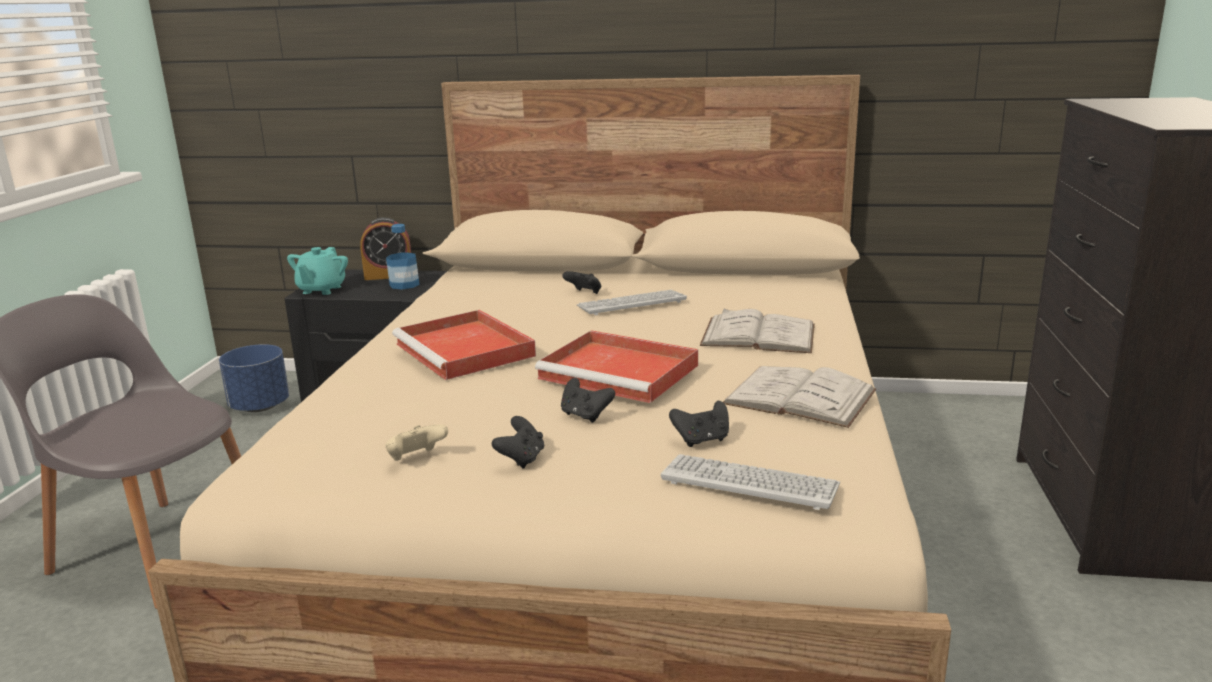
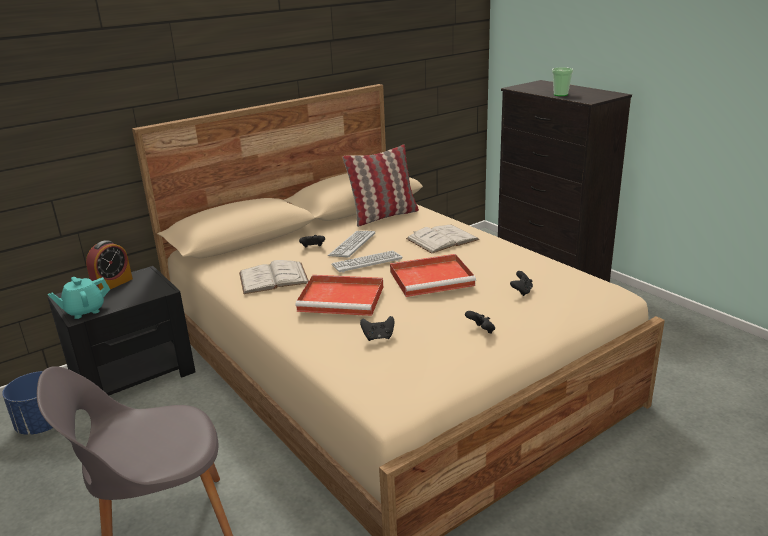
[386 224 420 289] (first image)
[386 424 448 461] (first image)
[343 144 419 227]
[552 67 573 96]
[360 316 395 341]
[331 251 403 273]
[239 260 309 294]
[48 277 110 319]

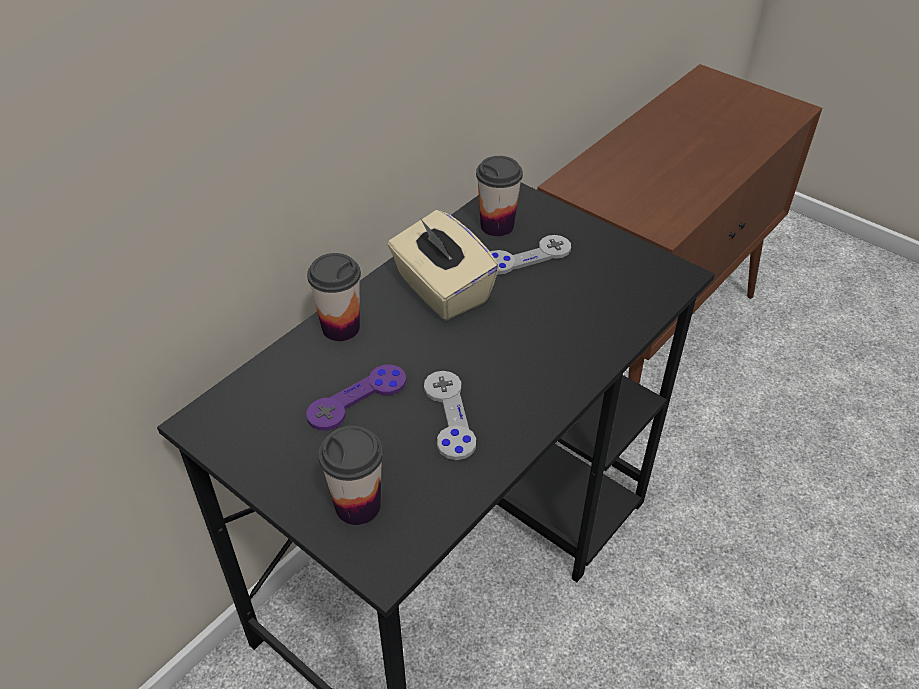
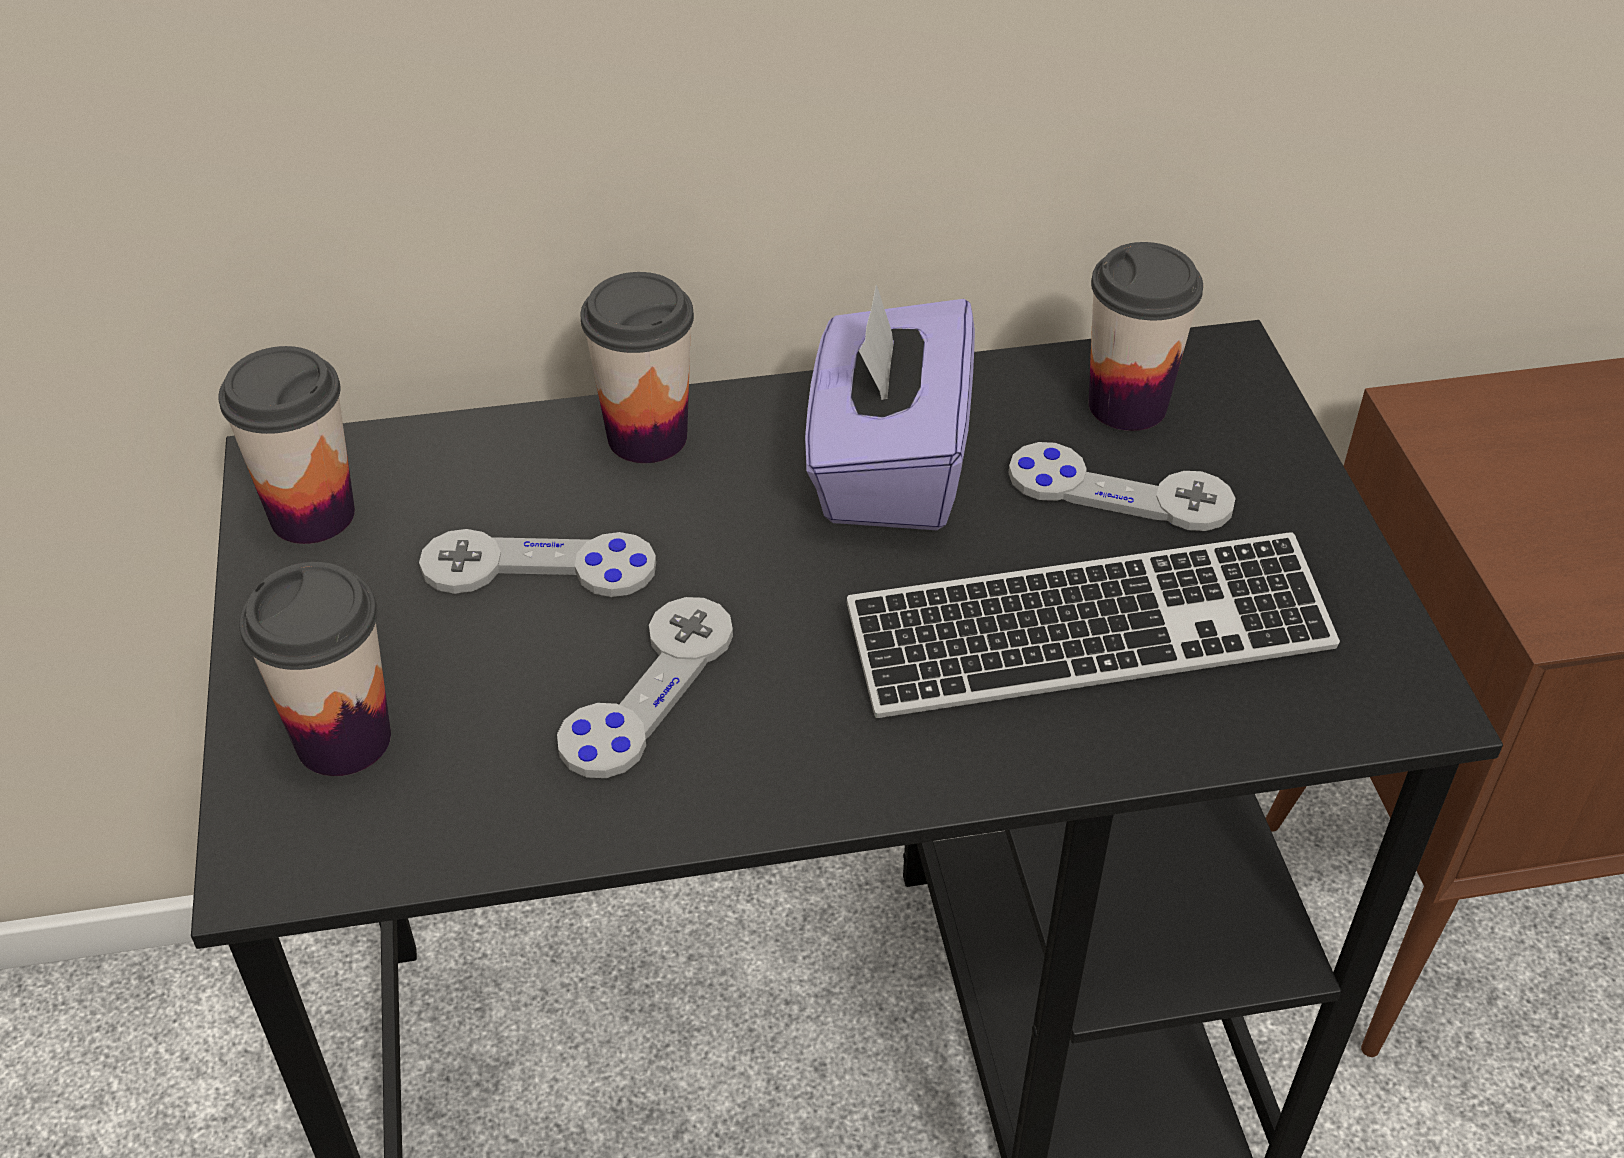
[218 346 355 544]
[847 532 1340 718]
[419 529 656 597]
[805 285 975 530]

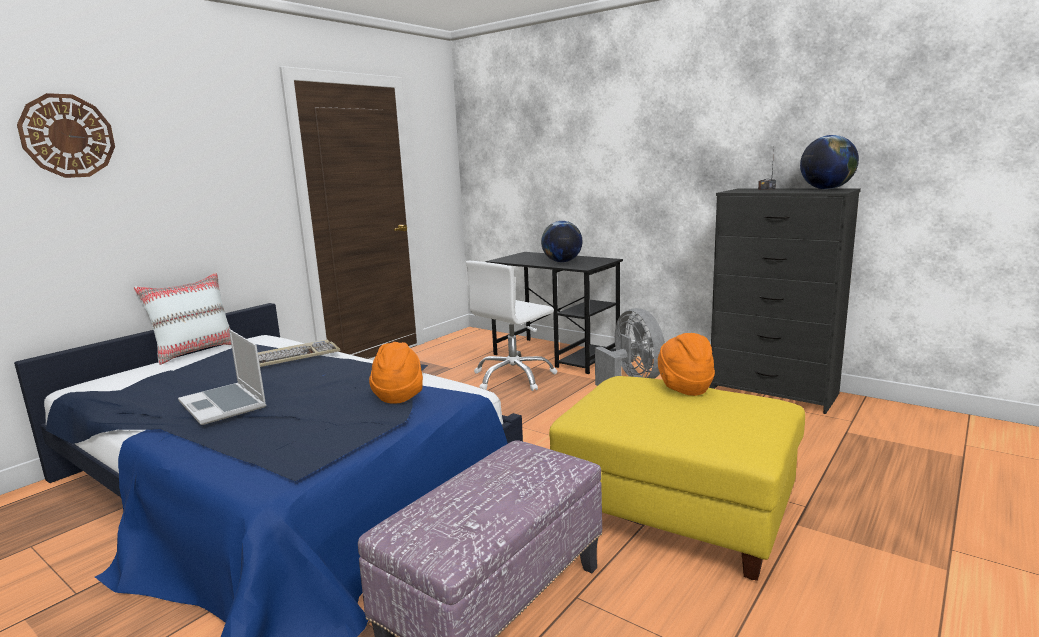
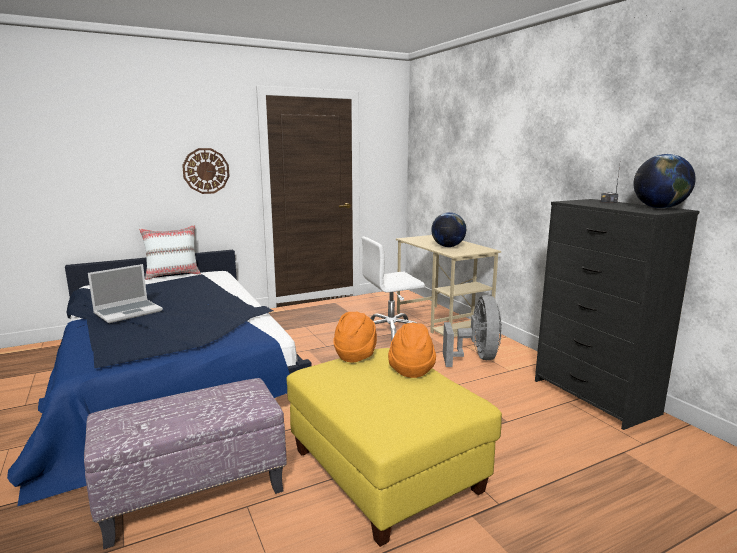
[258 340 340 367] (first image)
[182 148 230 194]
[333 312 377 363]
[396 235 501 337]
[88 264 163 323]

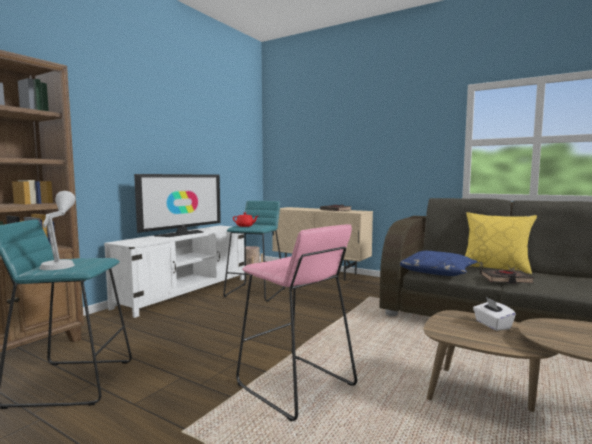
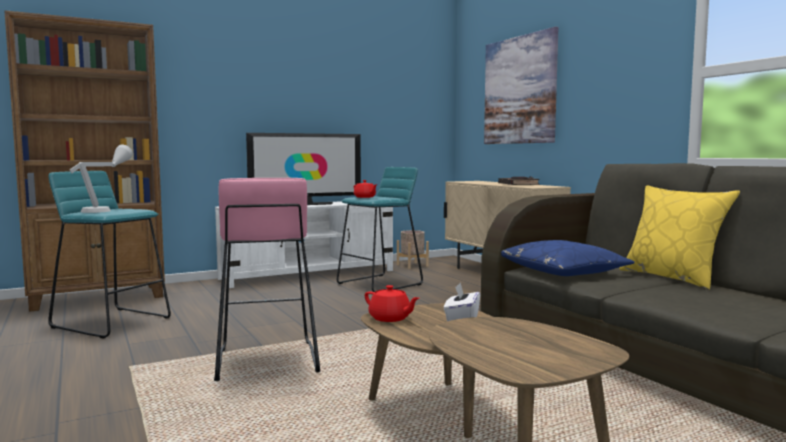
[480 269 534 284] (first image)
[365 285 419 322]
[484 27 559 144]

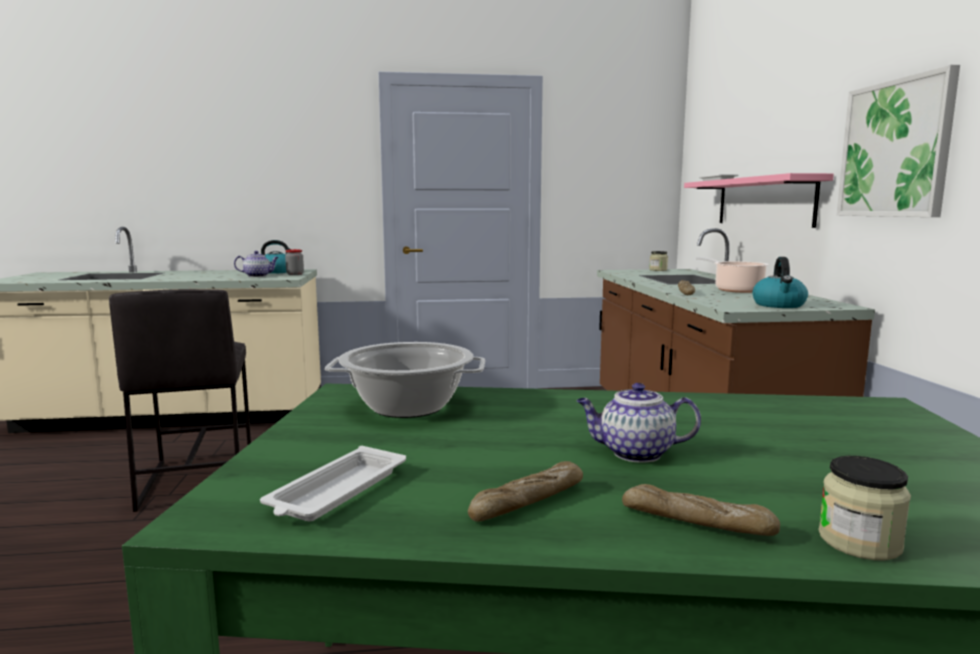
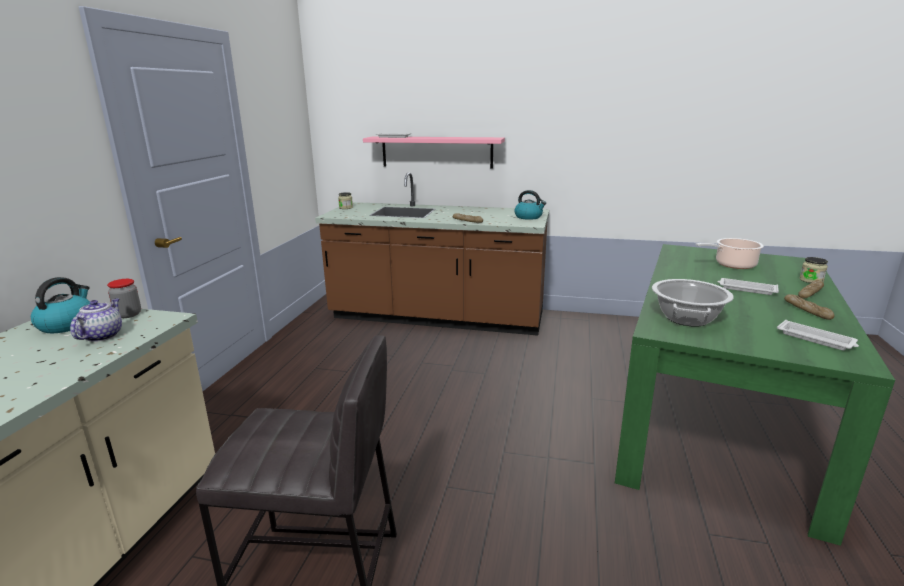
[837 65 960 217] (first image)
[696 238 764 269]
[717 278 779 295]

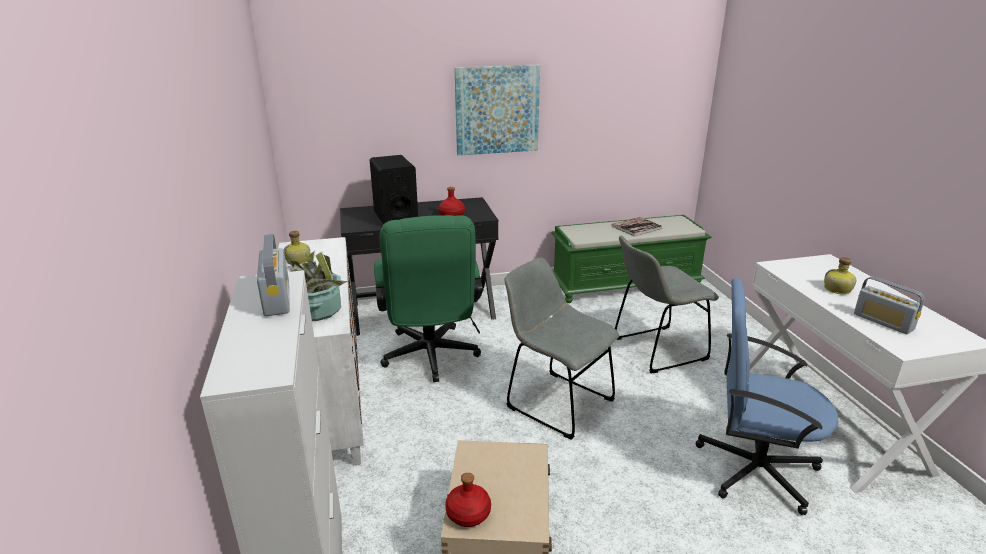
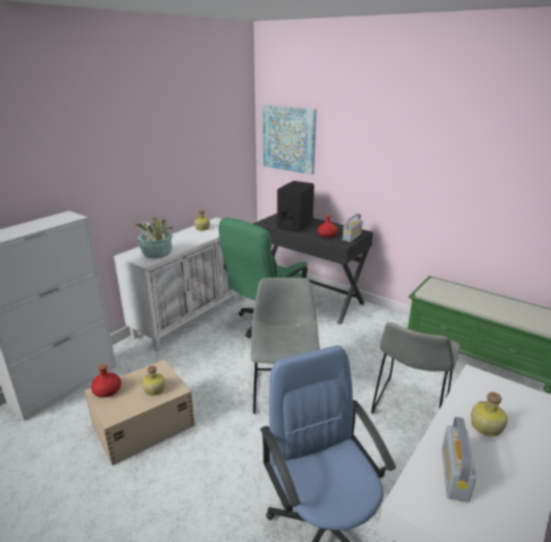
[611 217 662 237] (first image)
[142 366 165 396]
[343 214 363 242]
[263 105 316 174]
[371 322 460 413]

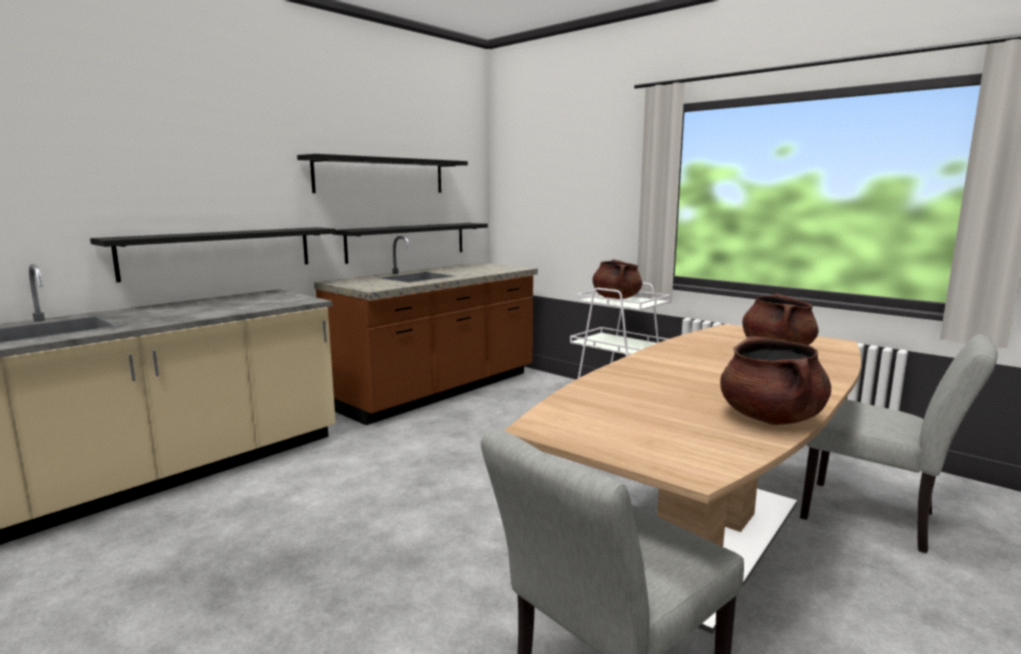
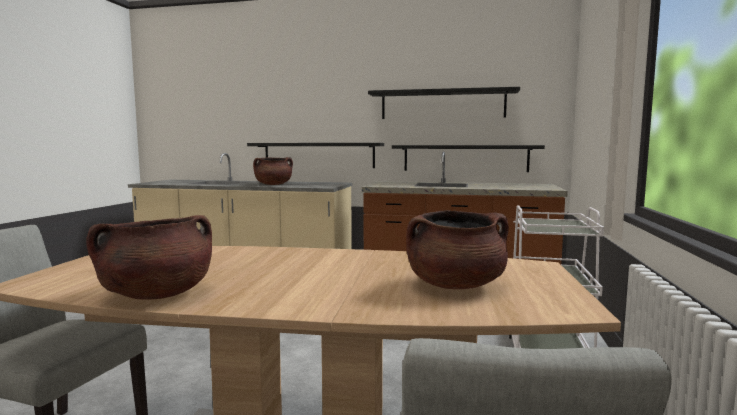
[253 157 293 185]

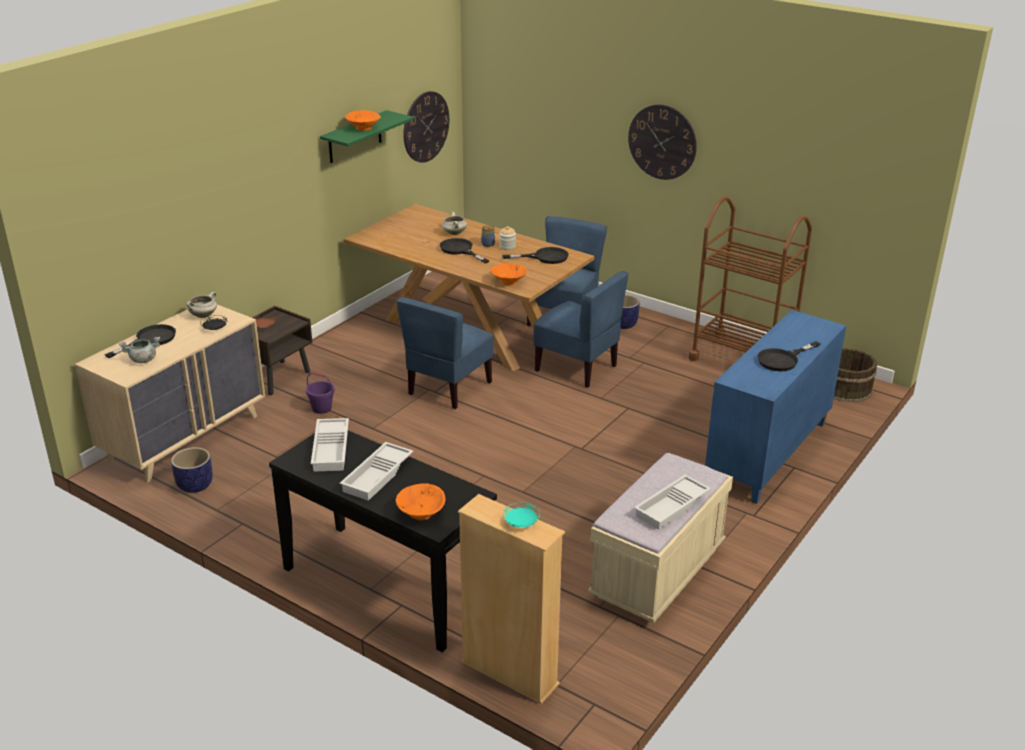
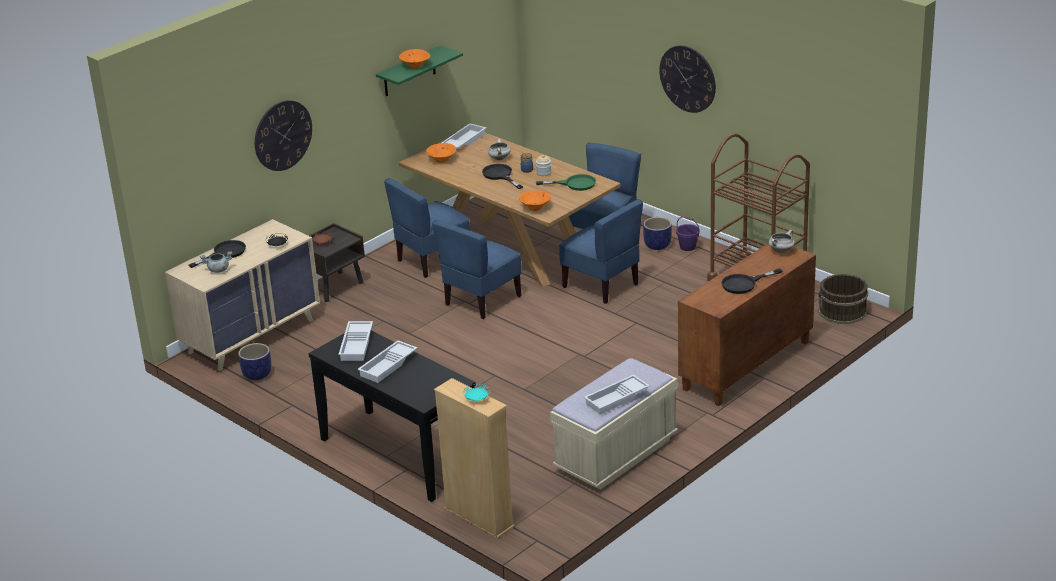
[384 178 470 278]
[441 123 486 149]
[769 230 795 253]
[676 216 700 251]
[426 143 456 163]
[255 100 312 171]
[536 174 596 191]
[678 243 816 406]

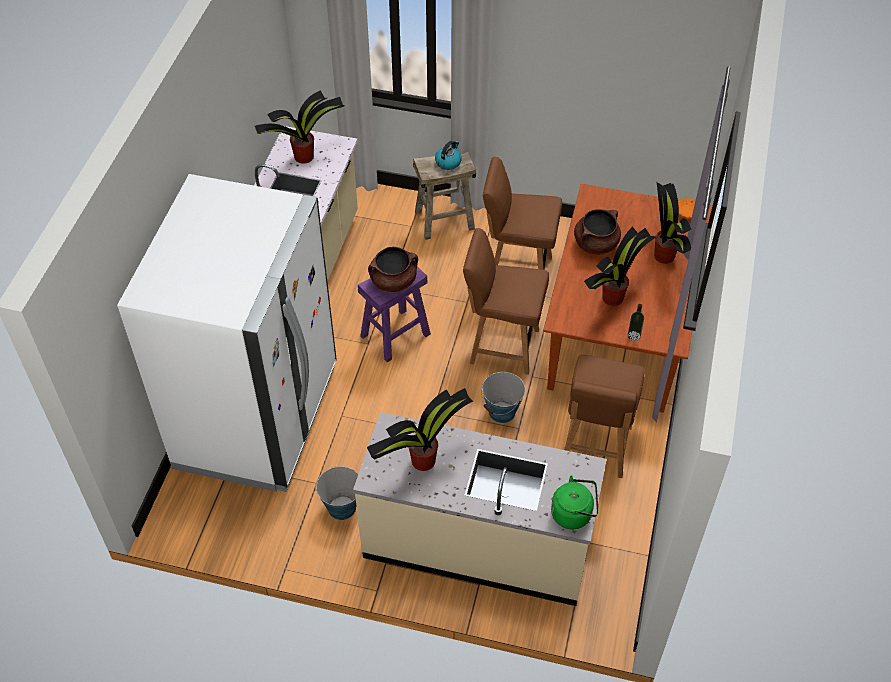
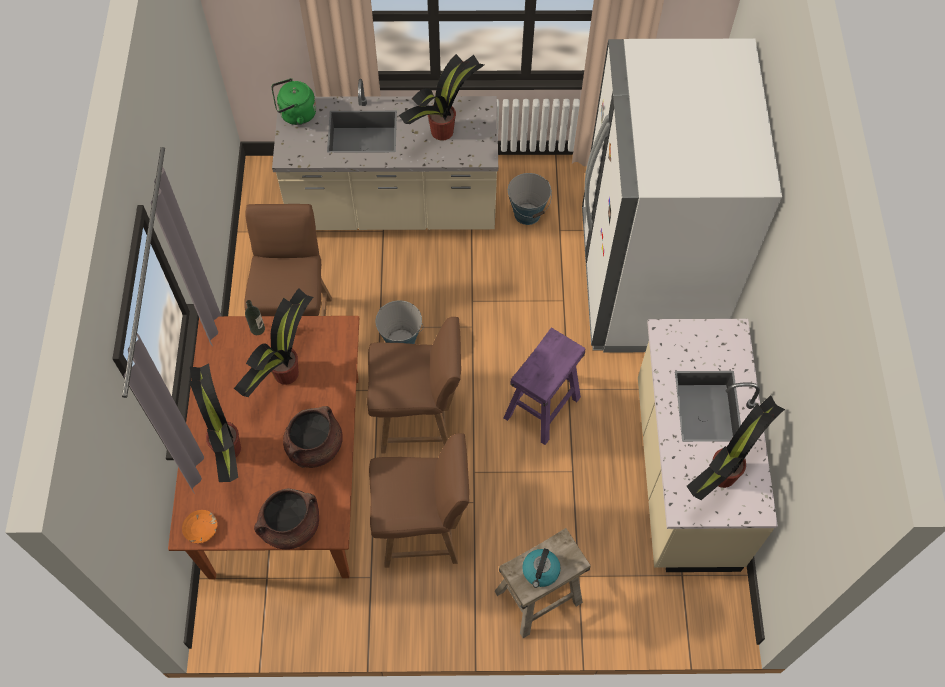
[254 488 319 549]

